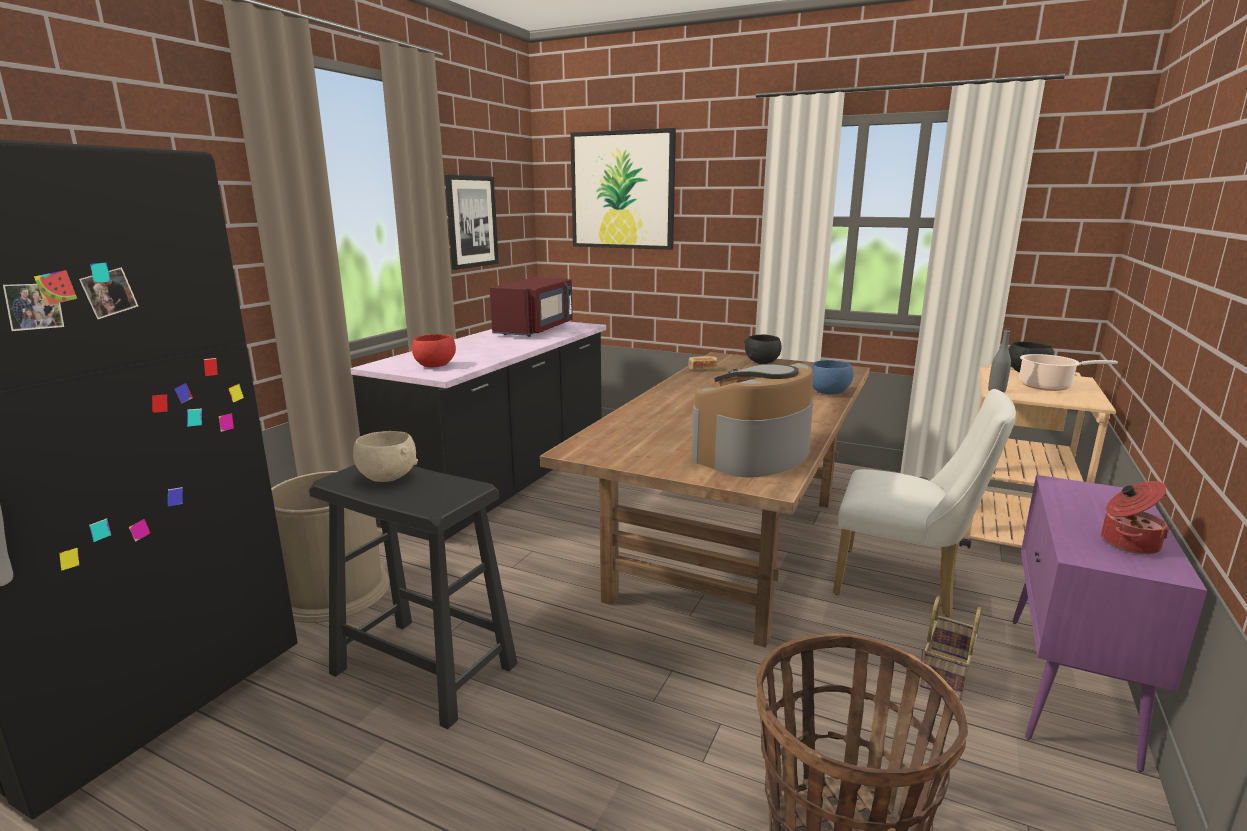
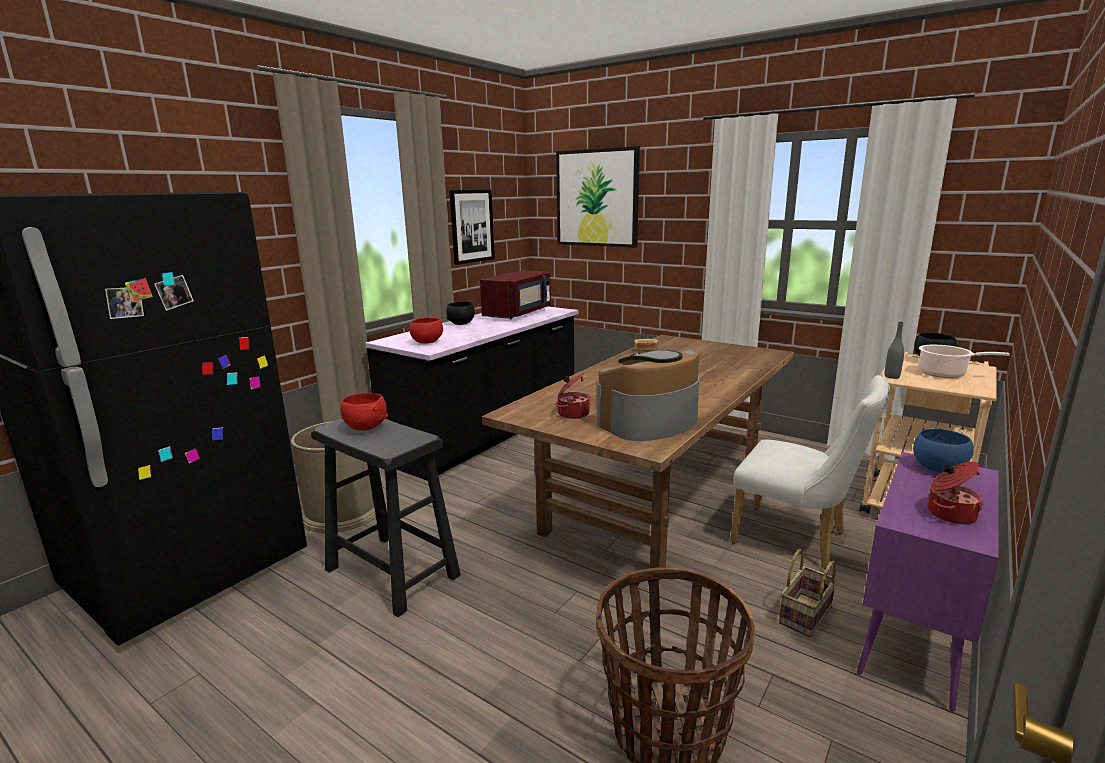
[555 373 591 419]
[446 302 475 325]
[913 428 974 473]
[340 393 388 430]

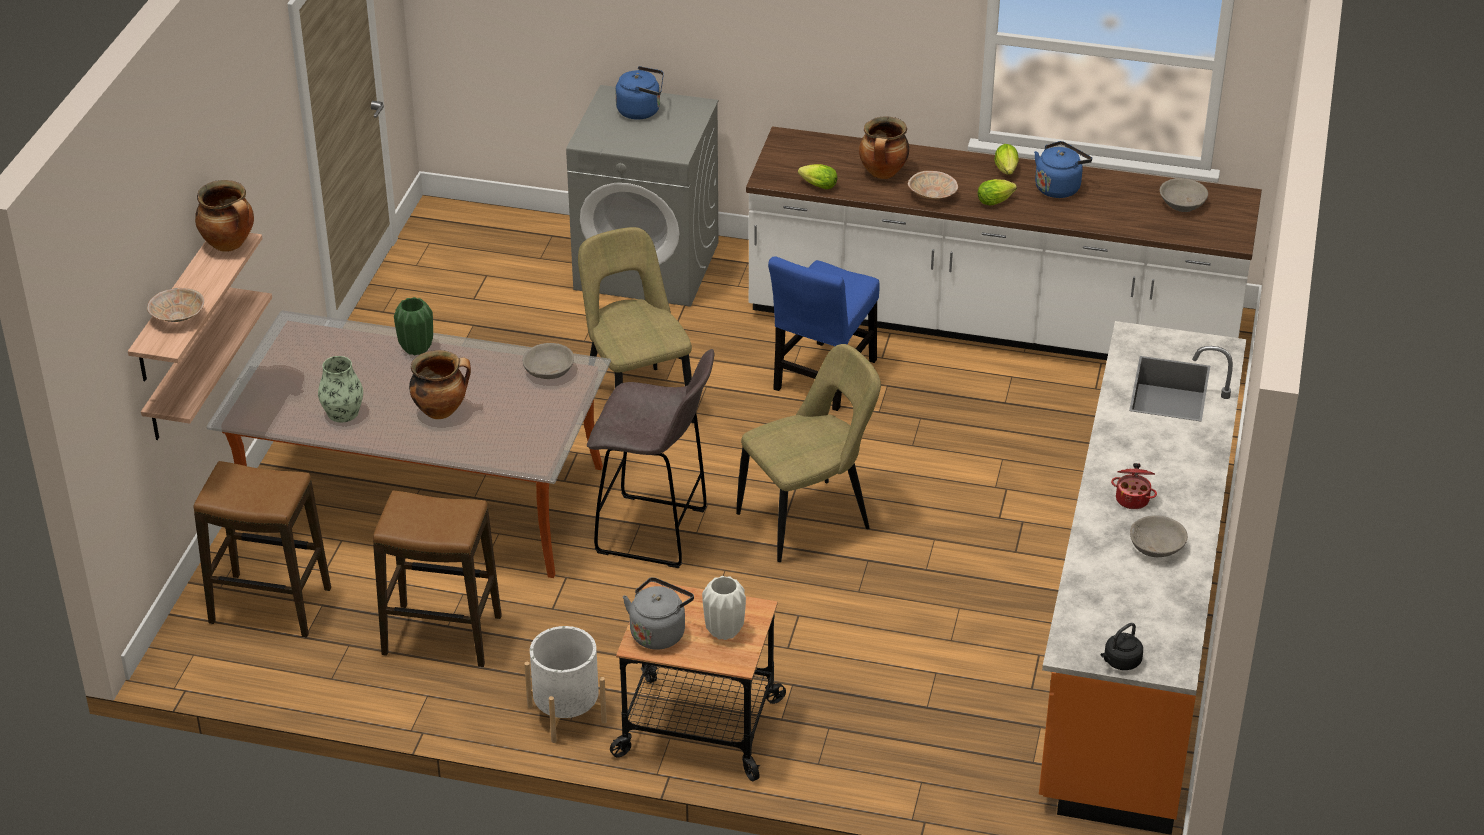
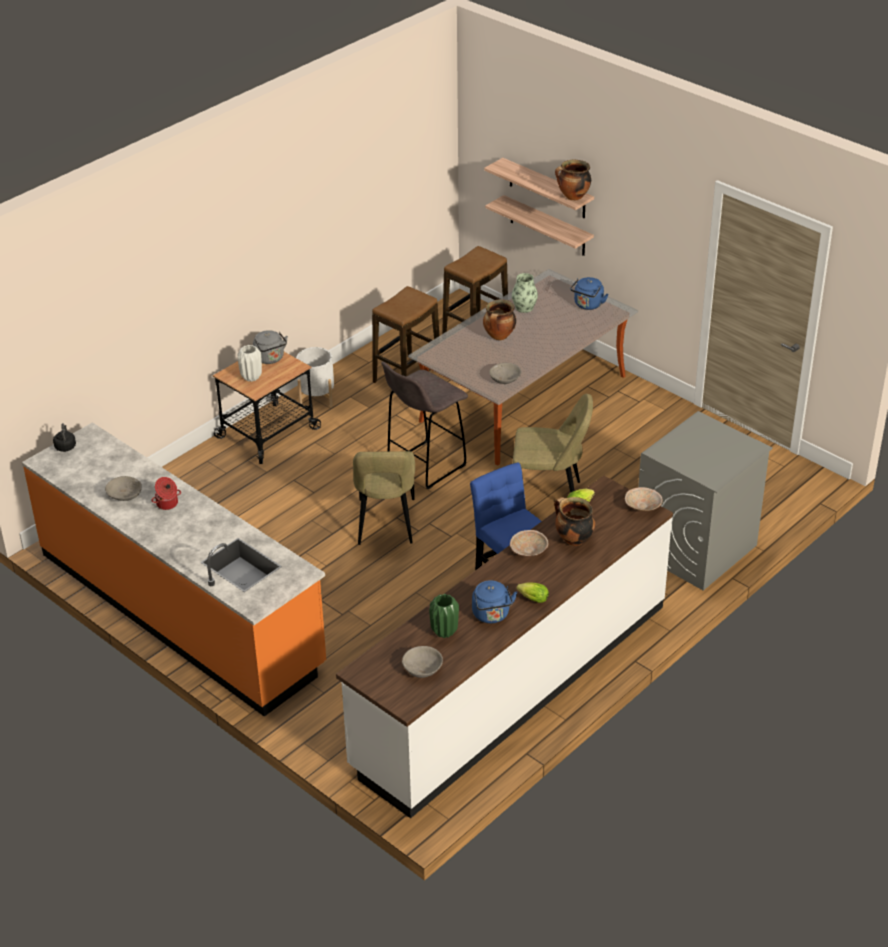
[978 179 1017 206] (first image)
[625 487 663 511]
[429 594 459 638]
[570 277 608 310]

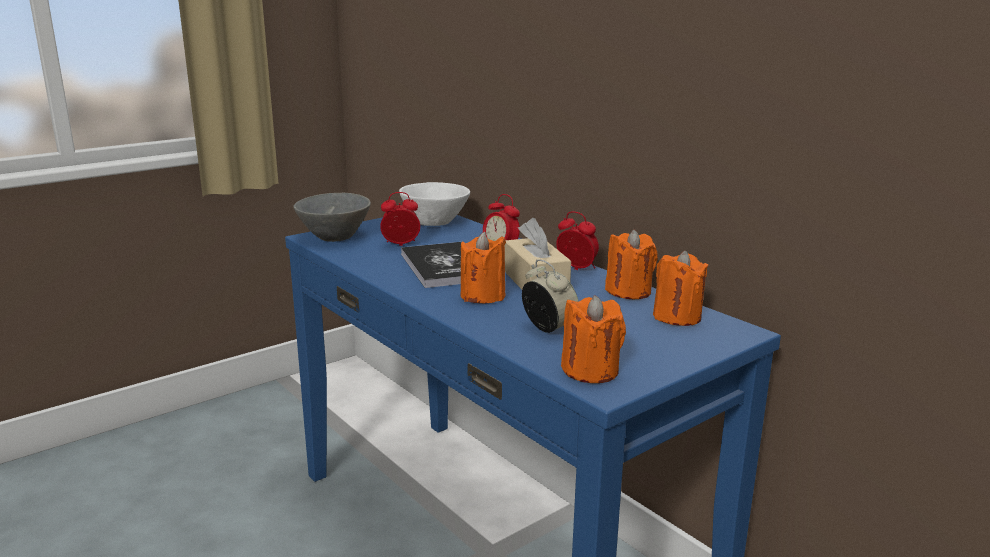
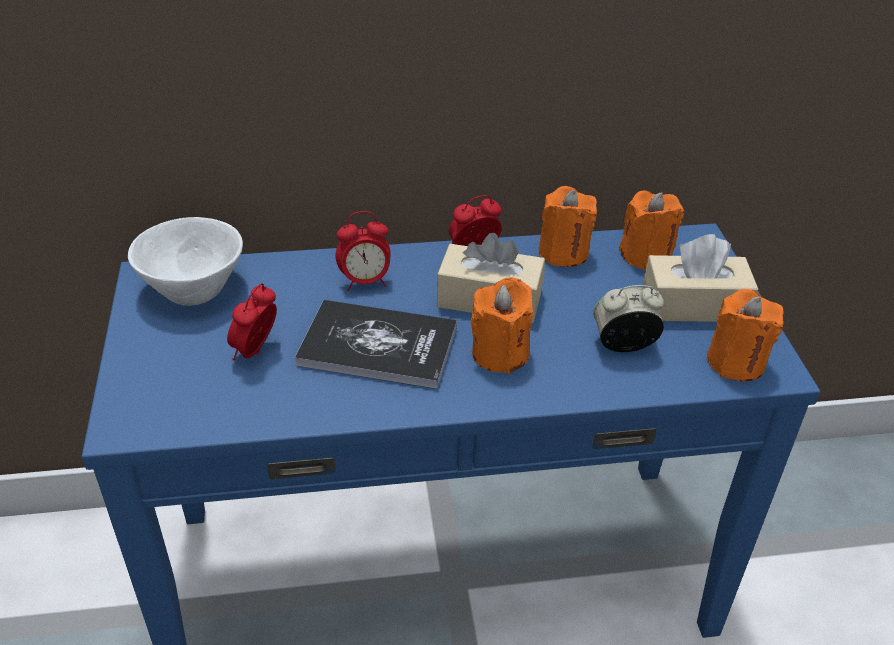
[294 193 371 242] (first image)
[642 234 758 322]

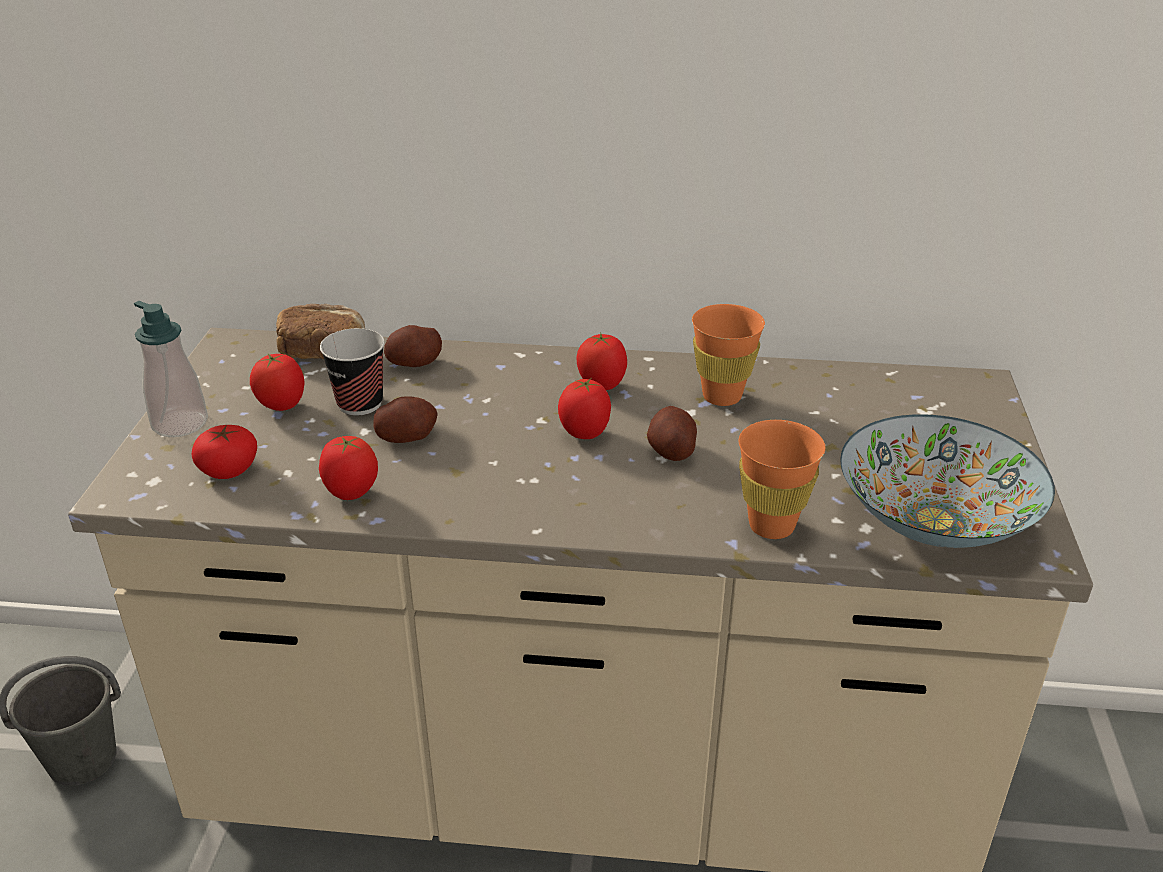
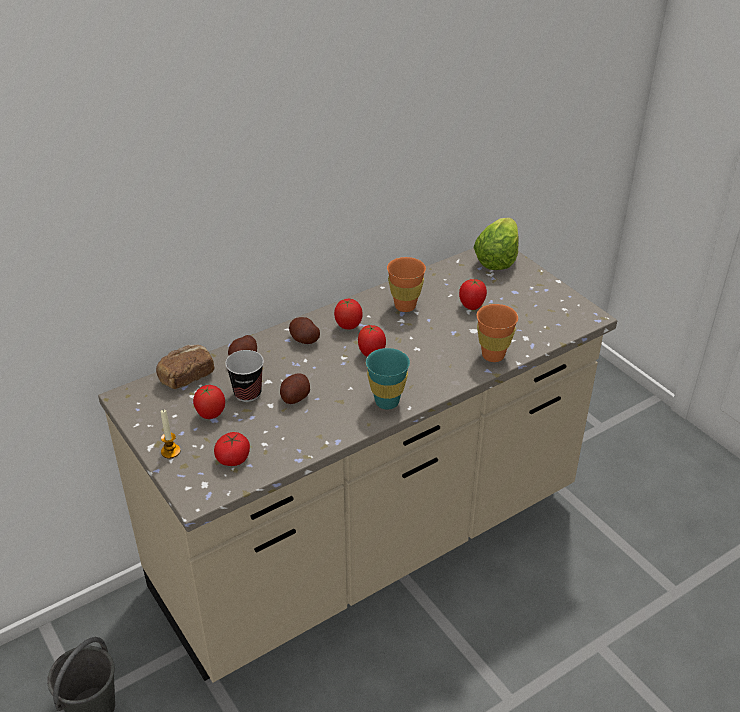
[840 414 1055 548] (first image)
[366 348 410 410]
[474 218 519 270]
[459 278 487 310]
[289 317 320 344]
[161 410 181 458]

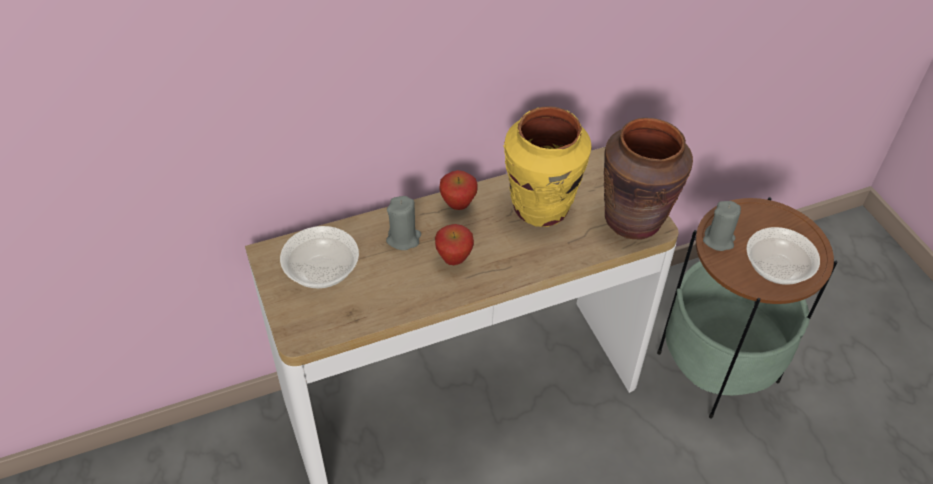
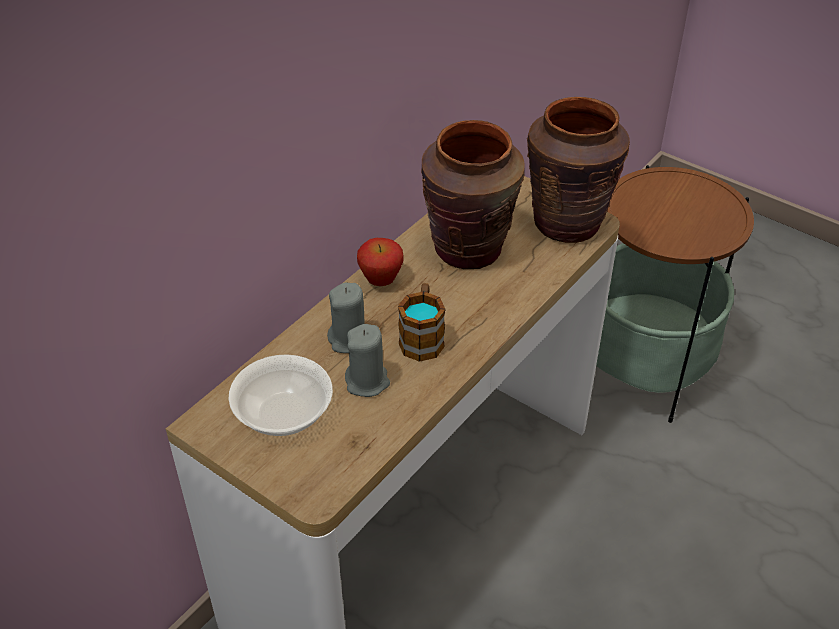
[746 227 820 285] (first image)
[345 324 390 397]
[398 283 446 362]
[421 120 525 269]

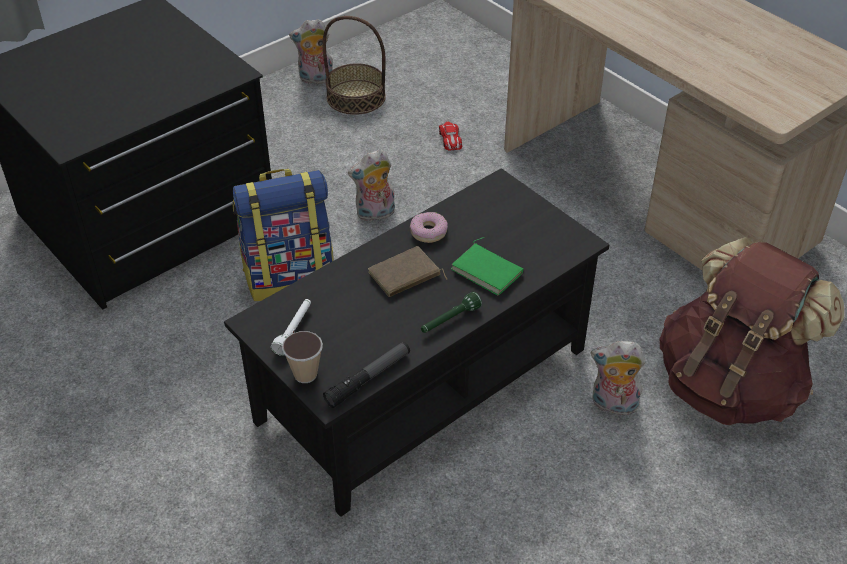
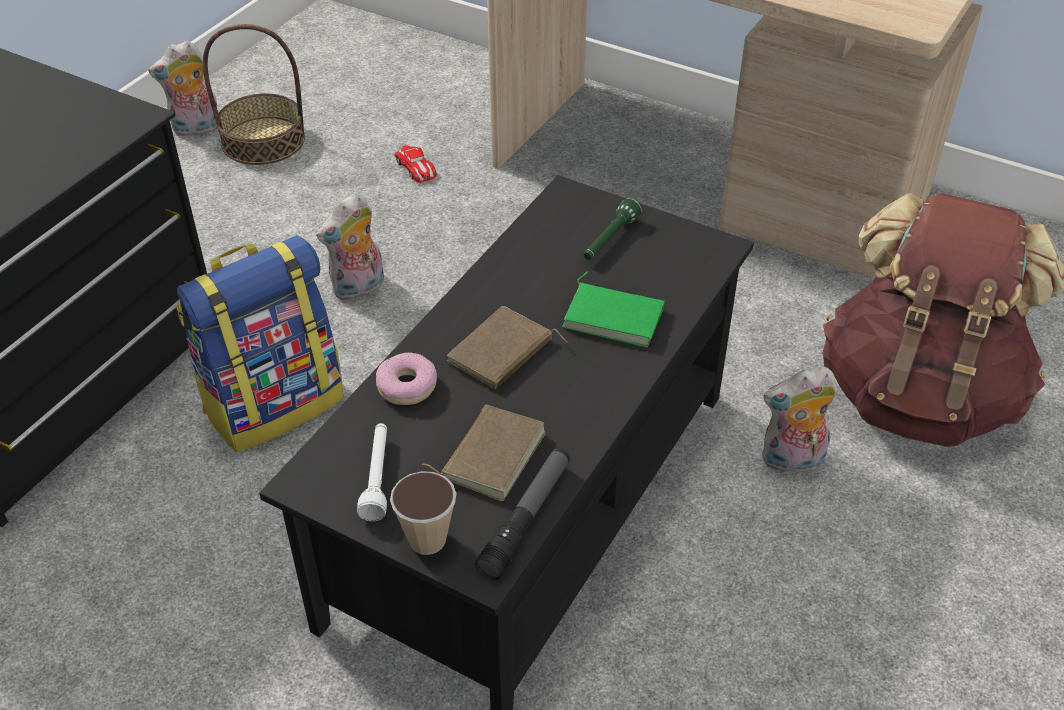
[421 405 546 501]
[376 352 437 405]
[584 198 642 260]

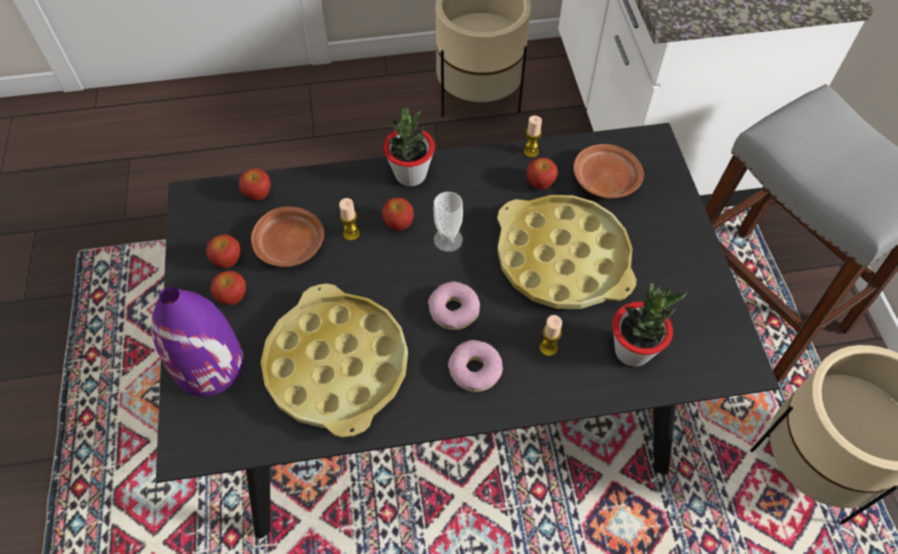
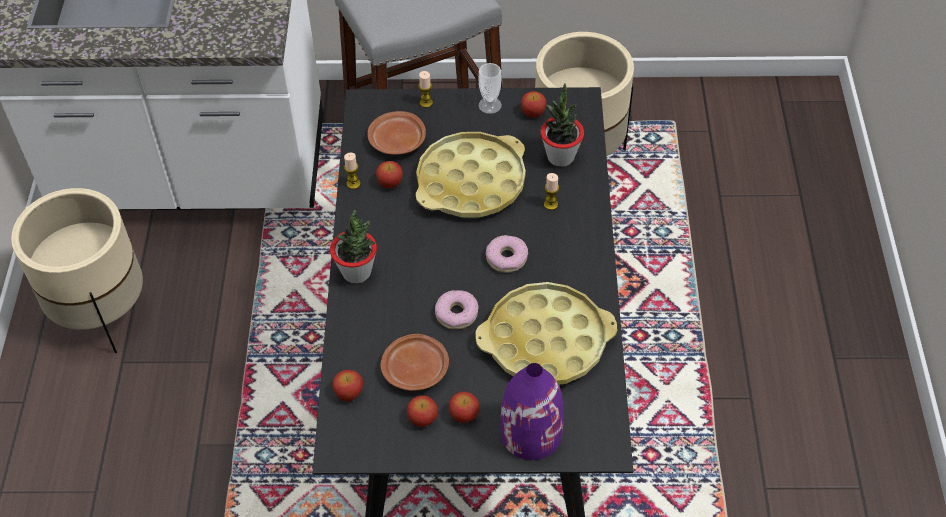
[418 71 433 108]
[521 91 546 118]
[479 63 502 114]
[435 290 479 330]

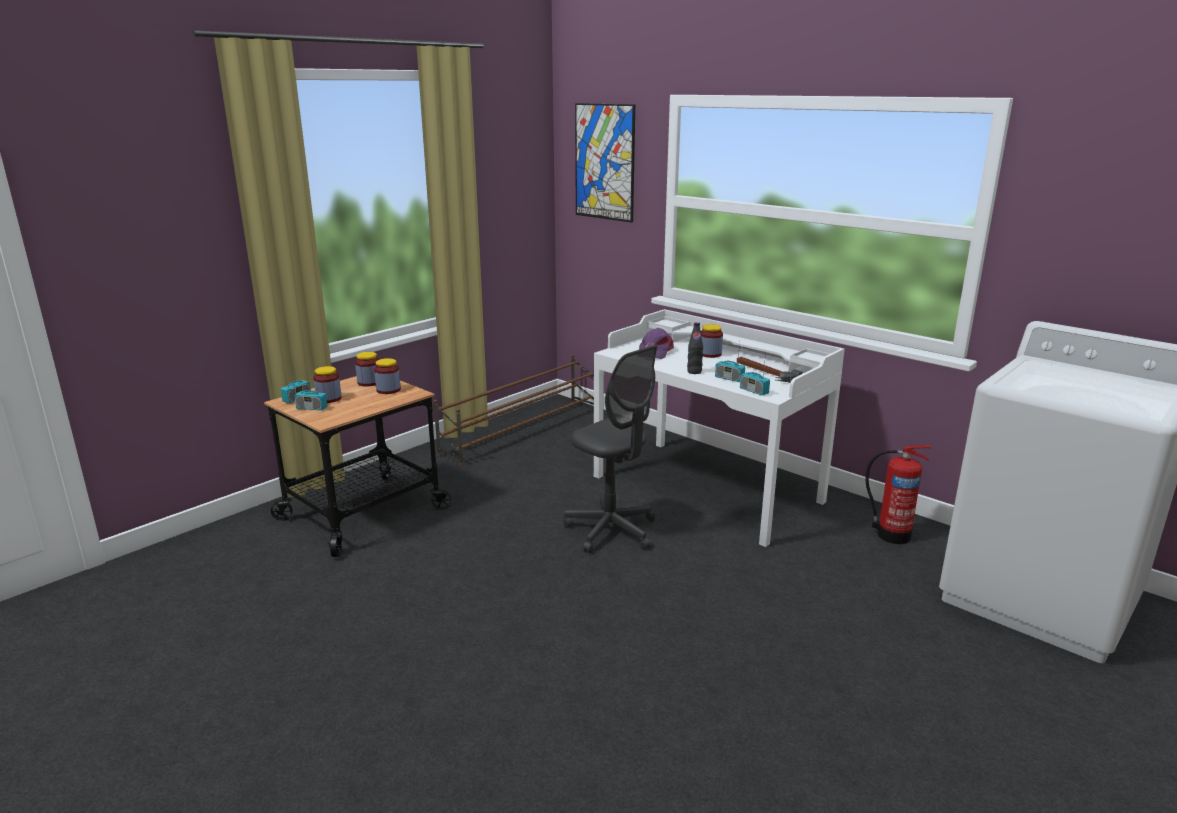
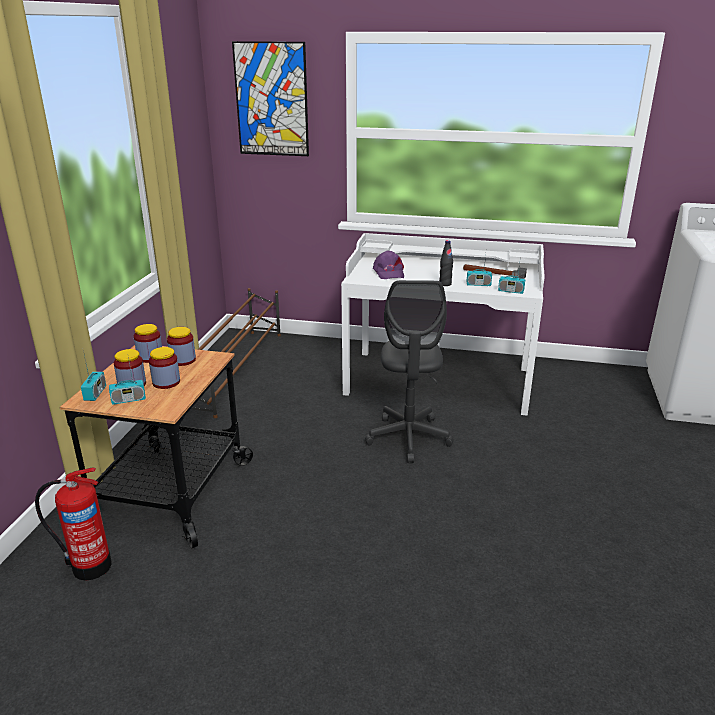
[149 347 180 389]
[35 467 112 581]
[365 280 454 463]

